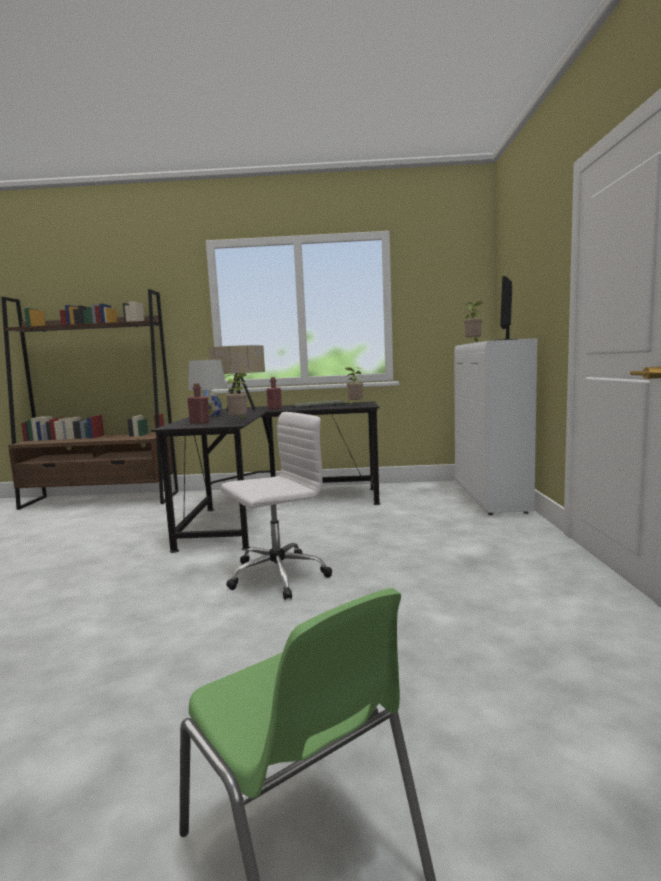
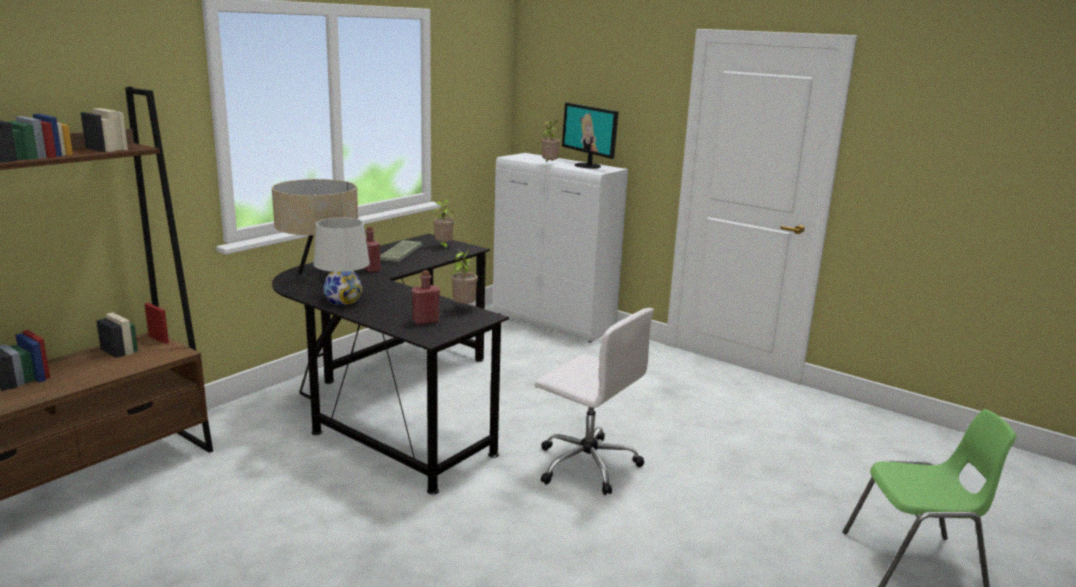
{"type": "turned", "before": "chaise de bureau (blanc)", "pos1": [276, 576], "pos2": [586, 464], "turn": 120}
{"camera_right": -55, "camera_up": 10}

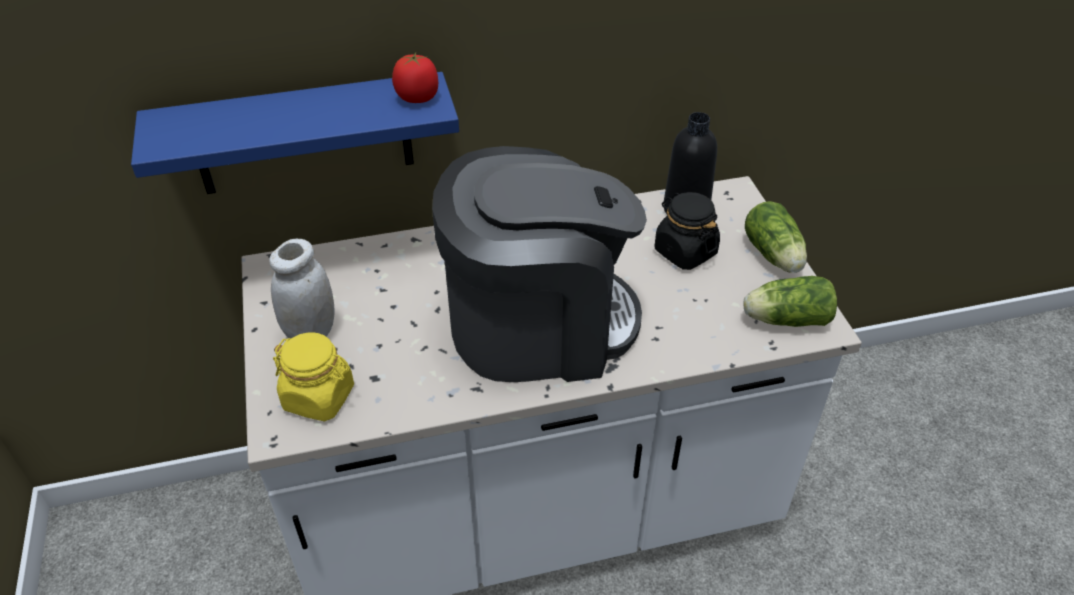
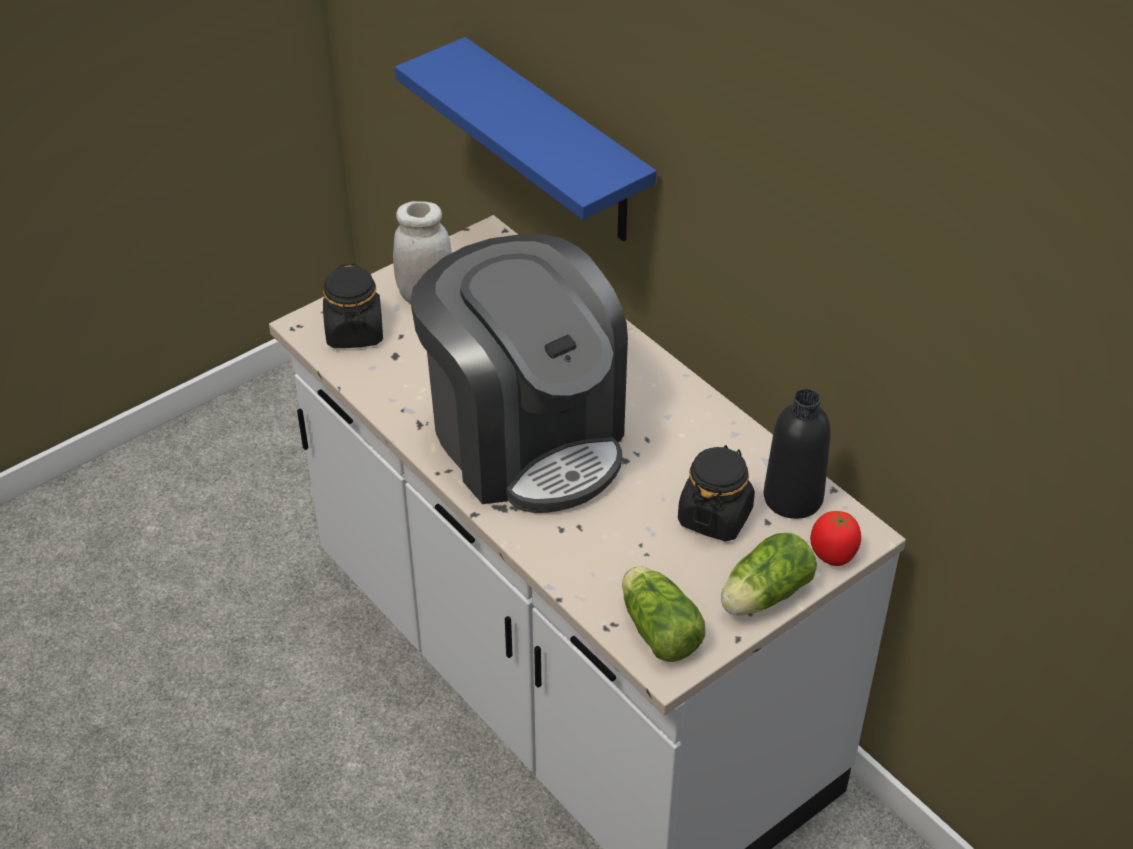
{"type": "recoloured", "before": "bocal (jaune)", "after": "bocal (noir)", "pos1": [319, 397], "pos2": [355, 332]}
{"type": "moved", "before": "tomate", "pos1": [417, 98], "pos2": [833, 554]}
{"camera_right": 65, "camera_up": 0}

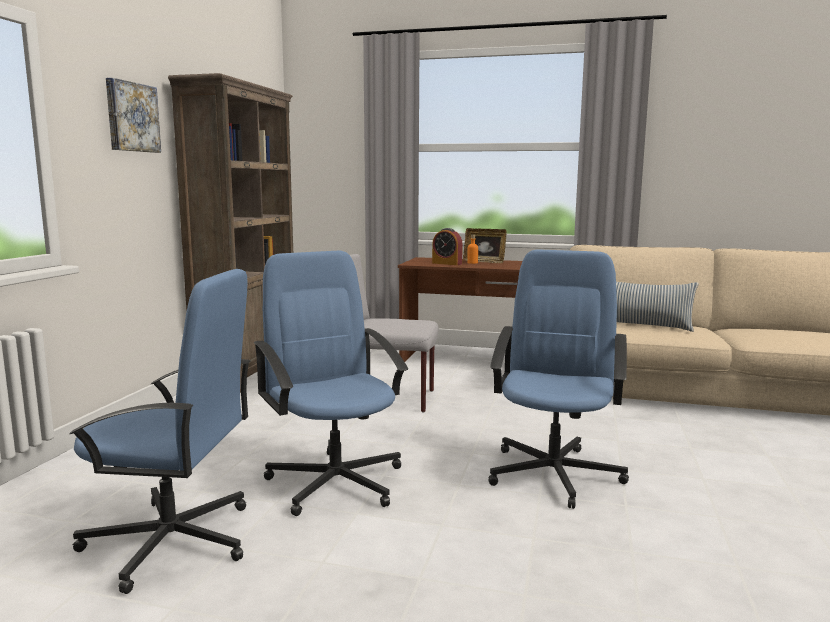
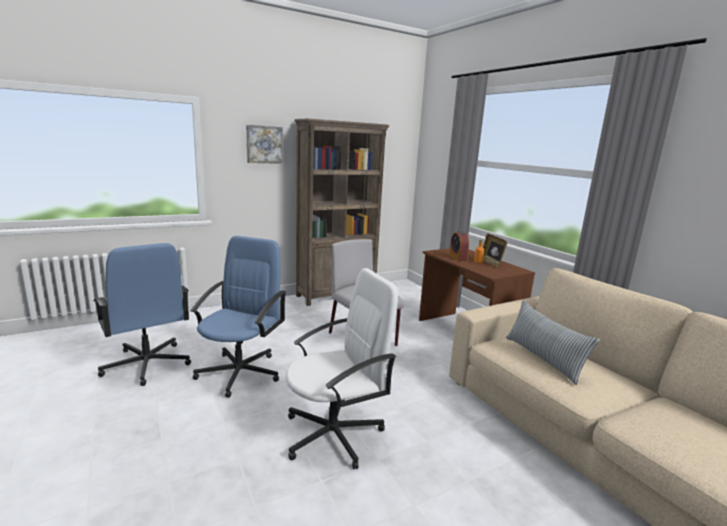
{"type": "recoloured", "before": "chaise de bureau (bleu)", "after": "chaise de bureau (blanc)", "pos1": [554, 473], "pos2": [334, 434]}
{"camera_right": 45, "camera_up": 5}

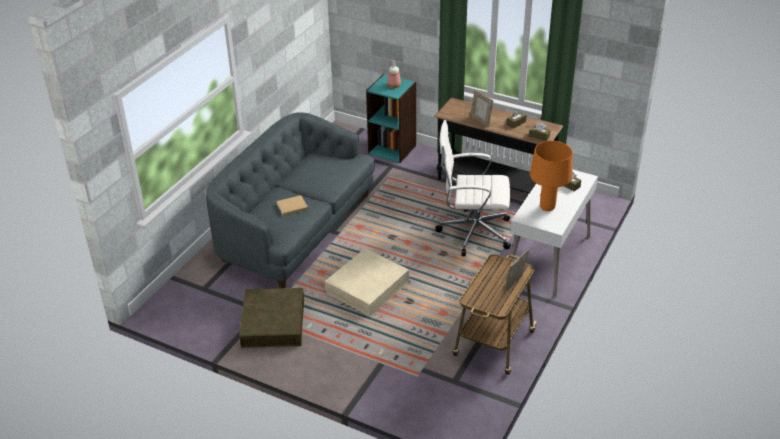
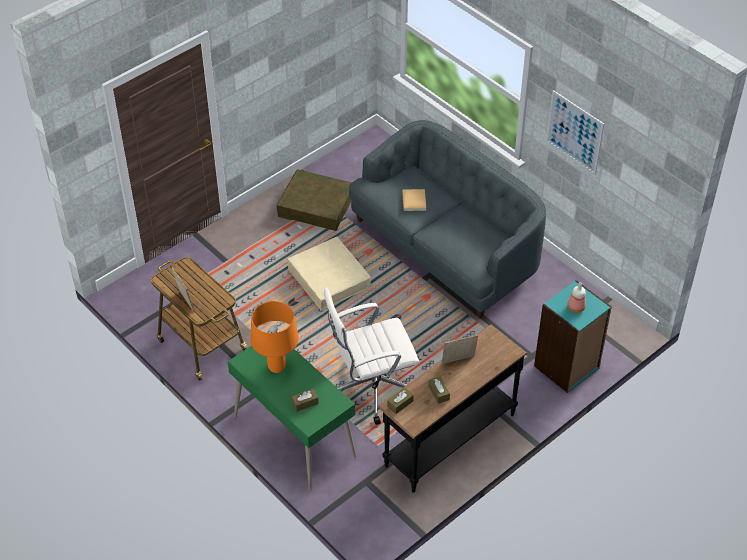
{"type": "turned", "before": "chaise de bureau (blanc)", "pos1": [472, 232], "pos2": [371, 387], "turn": -135}
{"type": "recoloured", "before": "bureau (blanc)", "after": "bureau (vert)", "pos1": [549, 259], "pos2": [294, 437]}
{"type": "added", "after": "tableau", "pos2": [574, 132]}
{"camera_right": 110, "camera_up": 10}

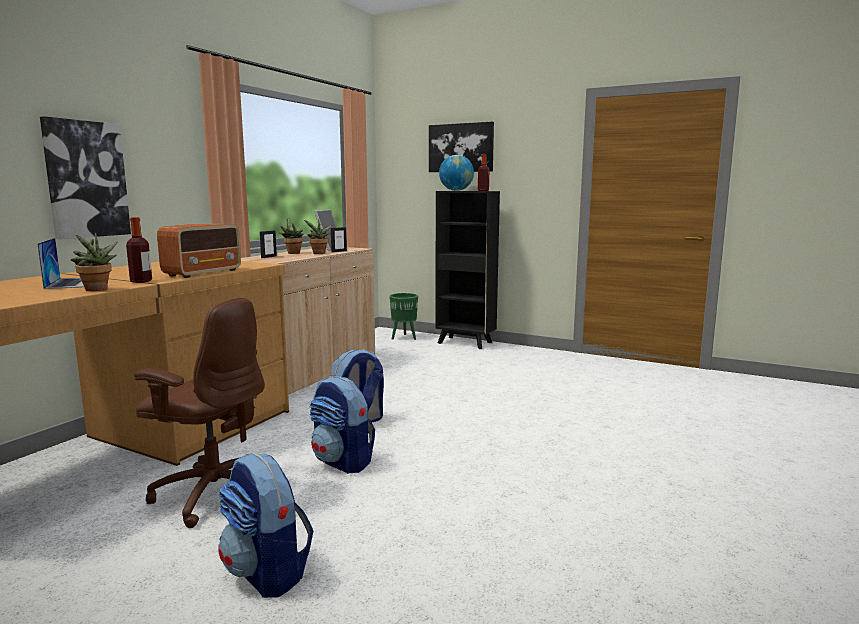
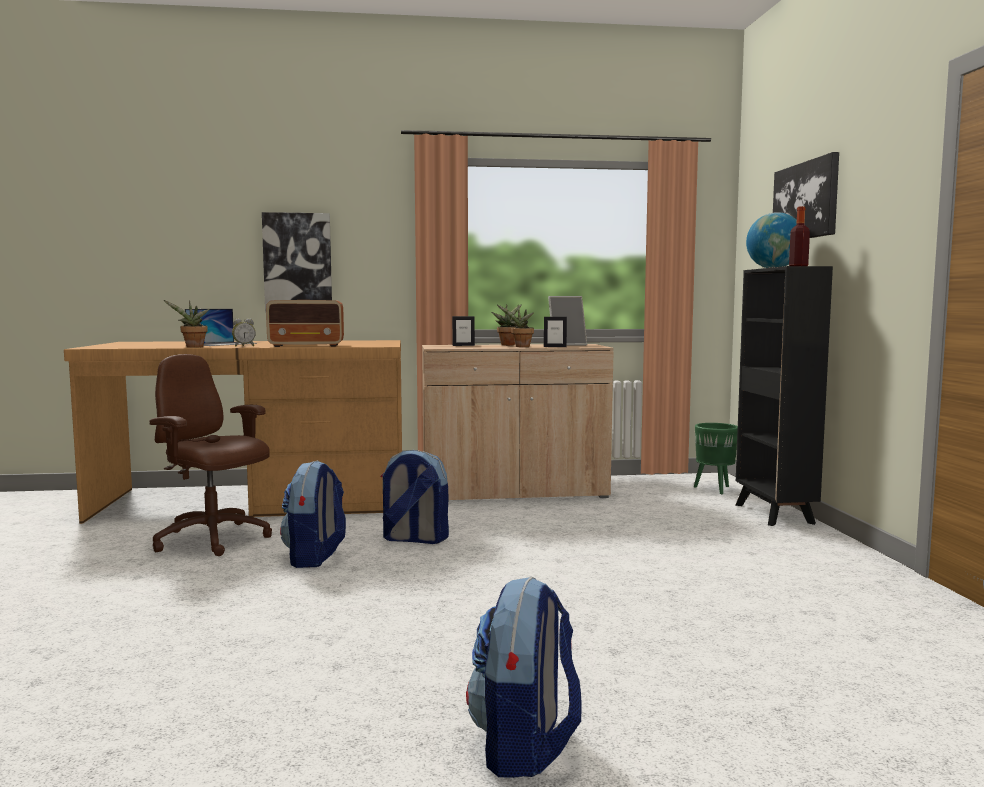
{"type": "replaced", "before": "bouteille", "after": "réveil", "pos1": [141, 281], "pos2": [244, 346]}
{"type": "turned", "before": "chaise de bureau (marron)", "pos1": [214, 493], "pos2": [213, 540], "turn": 135}
{"type": "moved", "before": "sac à dos", "pos1": [267, 572], "pos2": [525, 746]}
{"camera_right": 55, "camera_up": -5}

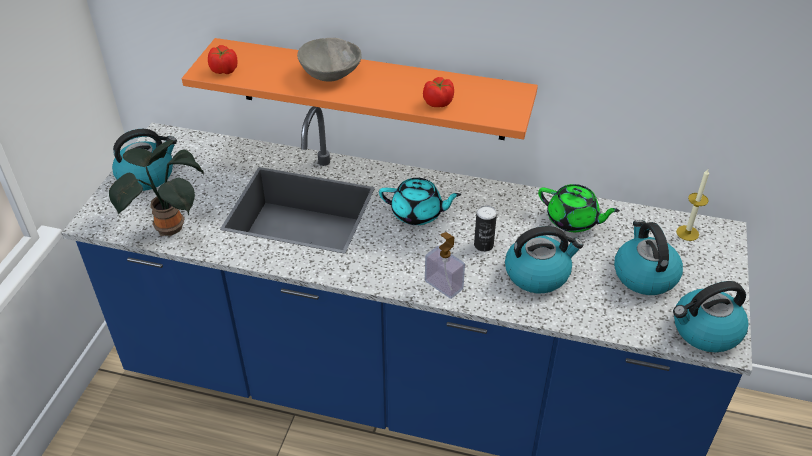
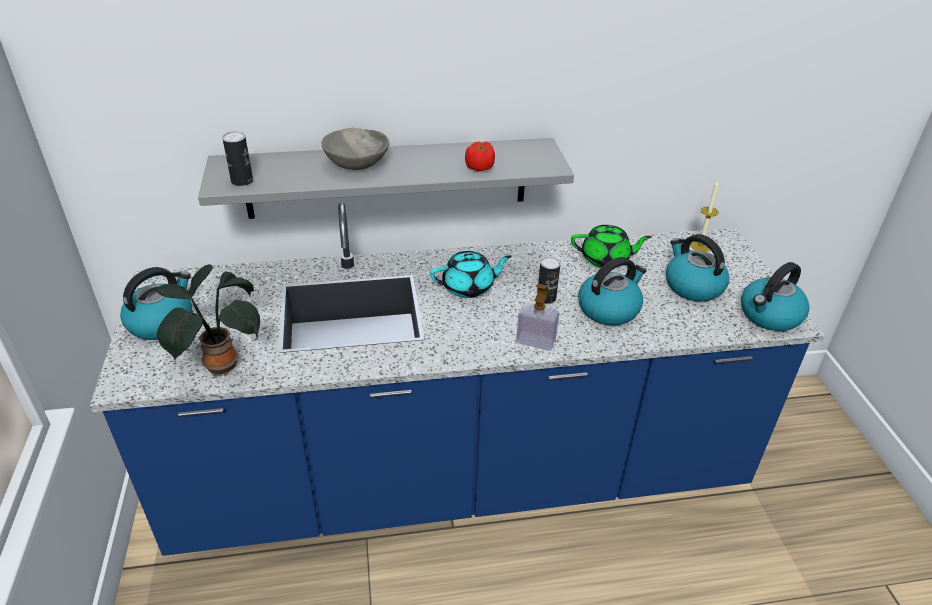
{"type": "recoloured", "before": "étagère (orange)", "after": "étagère (gris)", "pos1": [371, 89], "pos2": [387, 178]}
{"type": "replaced", "before": "tomate", "after": "boîte métallique", "pos1": [224, 70], "pos2": [242, 181]}
{"camera_right": -25, "camera_up": -5}

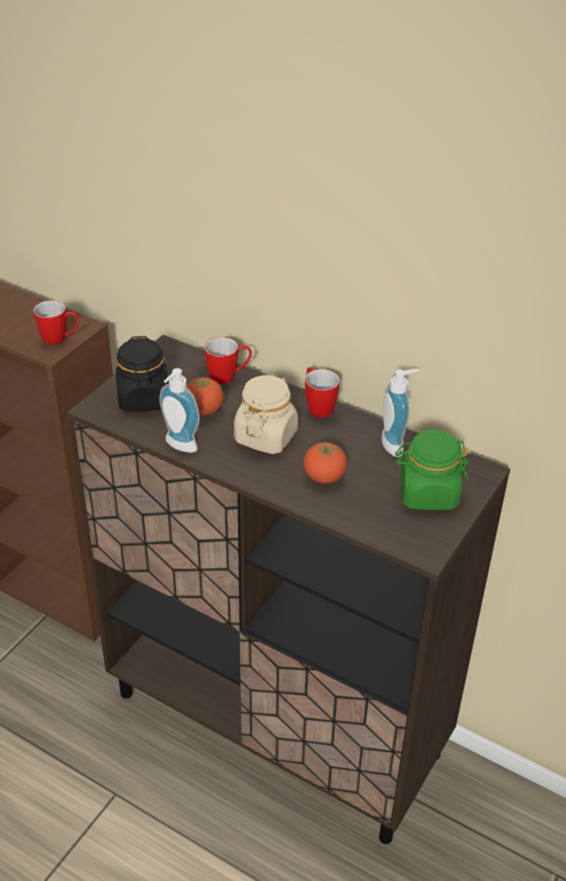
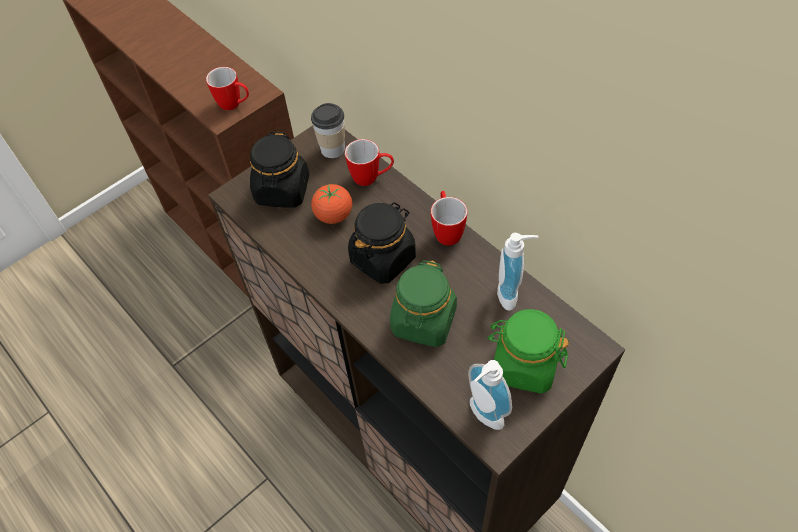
{"type": "moved", "before": "distributeur de savon", "pos1": [178, 446], "pos2": [482, 416]}
{"type": "recoloured", "before": "bocal (beige)", "after": "bocal (noir)", "pos1": [266, 436], "pos2": [383, 258]}
{"type": "replaced", "before": "tomate", "after": "bocal (vert)", "pos1": [324, 477], "pos2": [423, 321]}
{"type": "added", "after": "tasse", "pos2": [333, 149]}
{"camera_right": 20, "camera_up": 15}

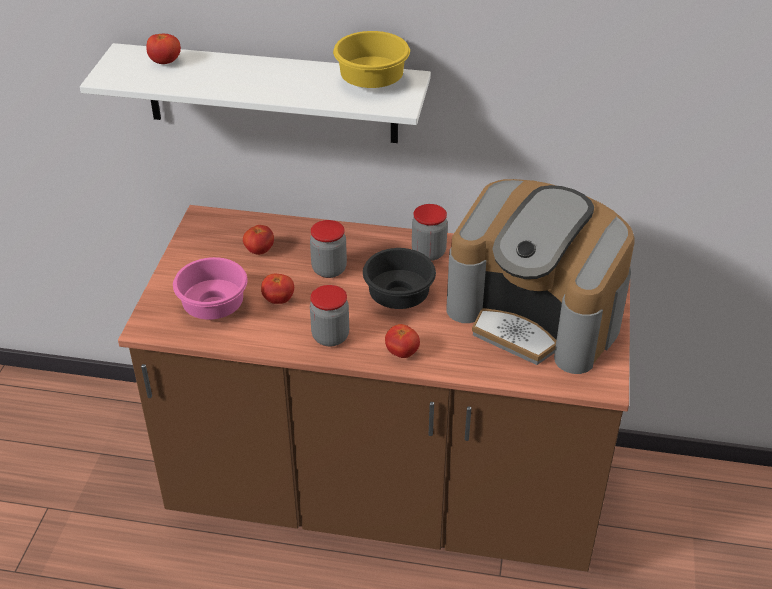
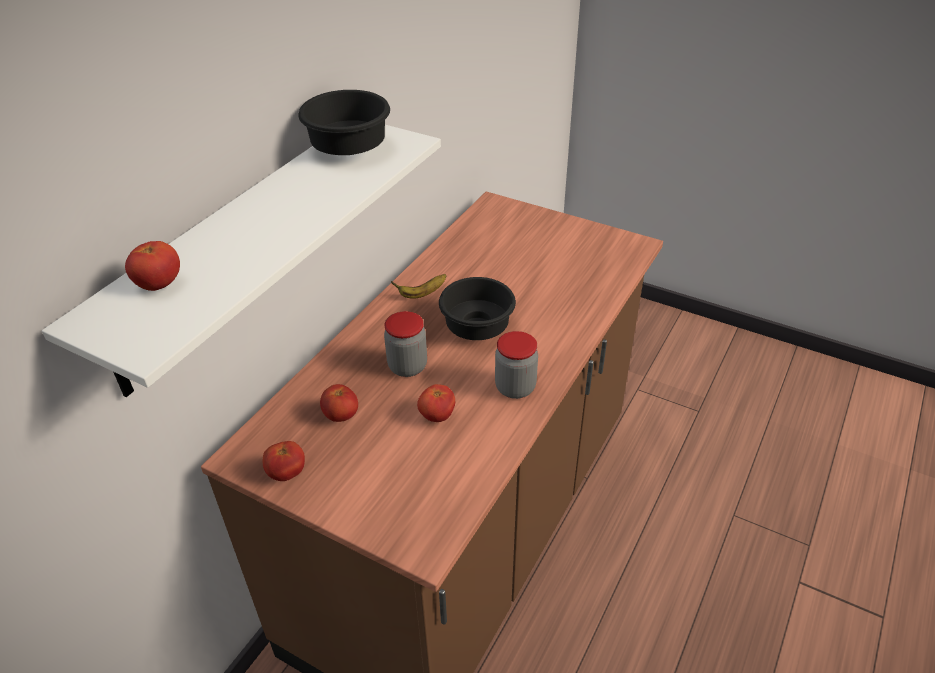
{"type": "removed", "before": "bol (rose)", "pos1": [214, 308]}
{"type": "recoloured", "before": "bol (jaune)", "after": "bol (noir)", "pos1": [370, 80], "pos2": [346, 149]}
{"type": "moved", "before": "tomate", "pos1": [402, 352], "pos2": [287, 473]}
{"type": "replaced", "before": "bocal", "after": "banane", "pos1": [428, 253], "pos2": [422, 294]}
{"type": "removed", "before": "machine à café", "pos1": [536, 315]}
{"camera_right": -70, "camera_up": 0}

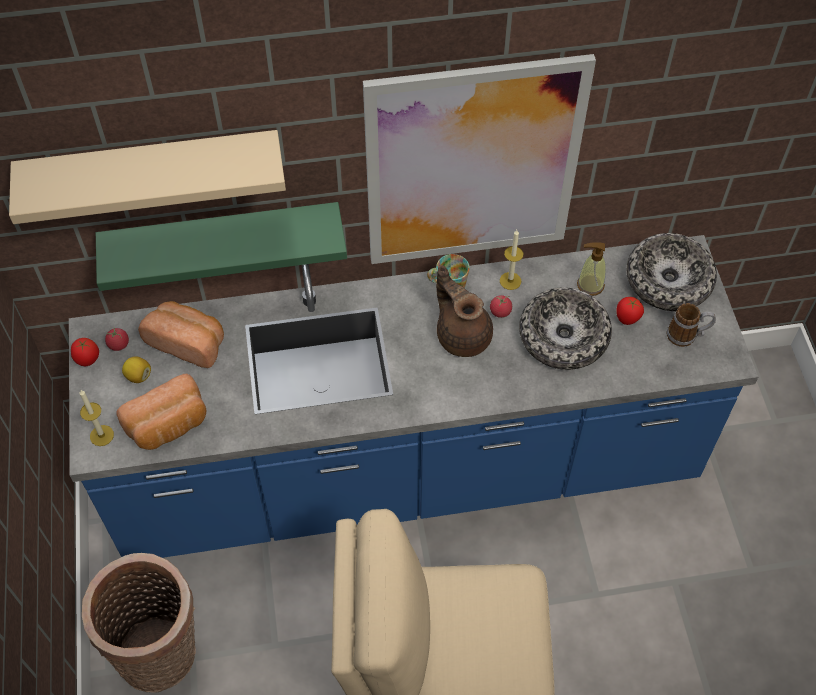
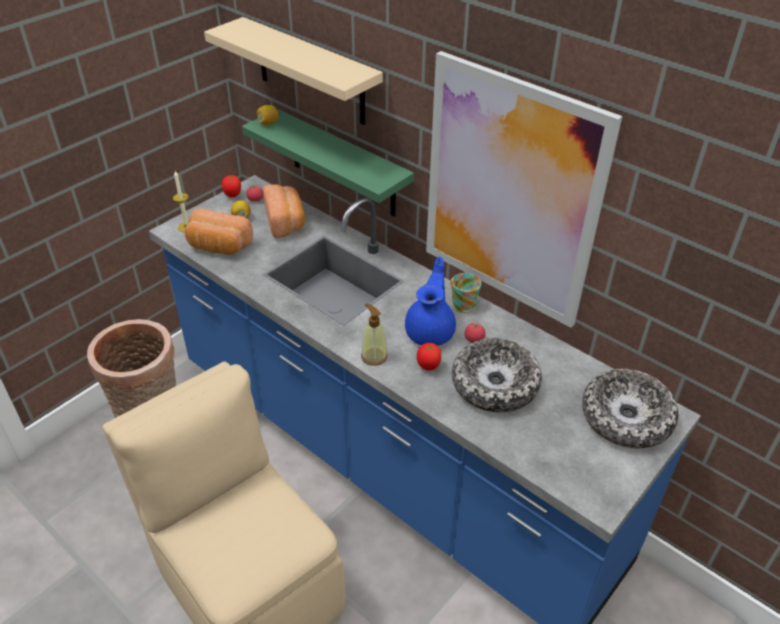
{"type": "recoloured", "before": "théière (marron)", "after": "théière (bleu)", "pos1": [462, 335], "pos2": [431, 331]}
{"type": "removed", "before": "bougie", "pos1": [510, 281]}
{"type": "moved", "before": "distributeur de savon", "pos1": [590, 285], "pos2": [374, 356]}
{"type": "moved", "before": "tomate", "pos1": [627, 319], "pos2": [428, 366]}
{"type": "removed", "before": "mug", "pos1": [687, 335]}
{"type": "added", "after": "citron", "pos2": [268, 123]}
{"camera_right": 50, "camera_up": -15}

